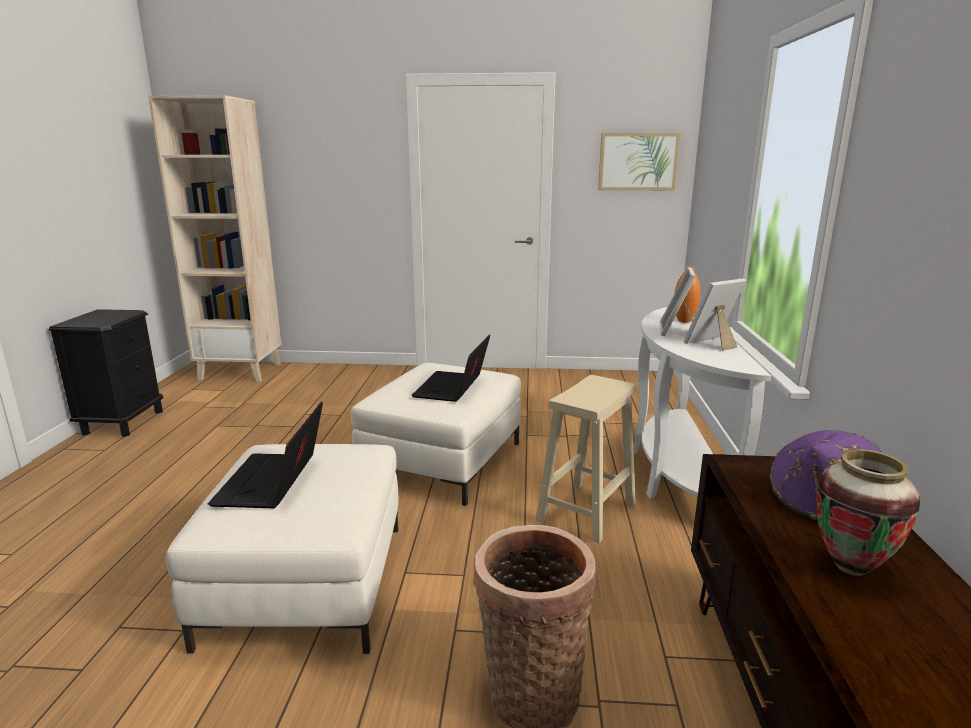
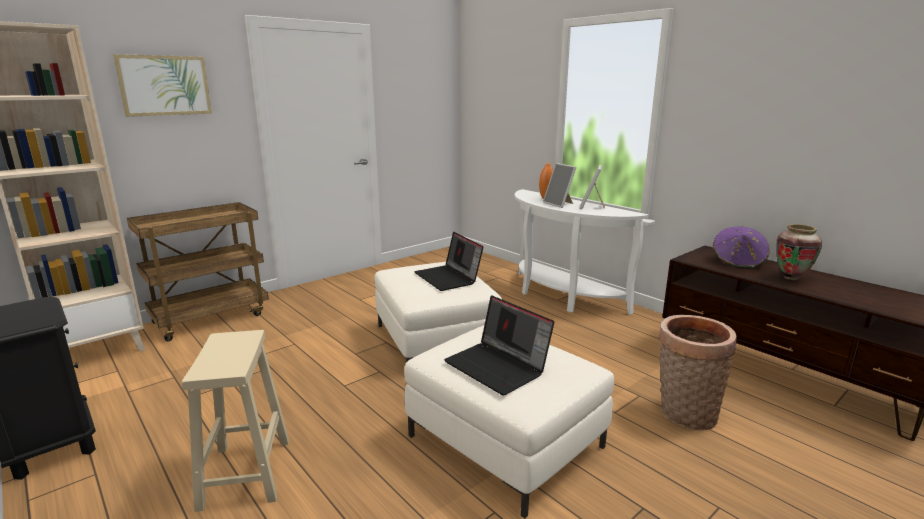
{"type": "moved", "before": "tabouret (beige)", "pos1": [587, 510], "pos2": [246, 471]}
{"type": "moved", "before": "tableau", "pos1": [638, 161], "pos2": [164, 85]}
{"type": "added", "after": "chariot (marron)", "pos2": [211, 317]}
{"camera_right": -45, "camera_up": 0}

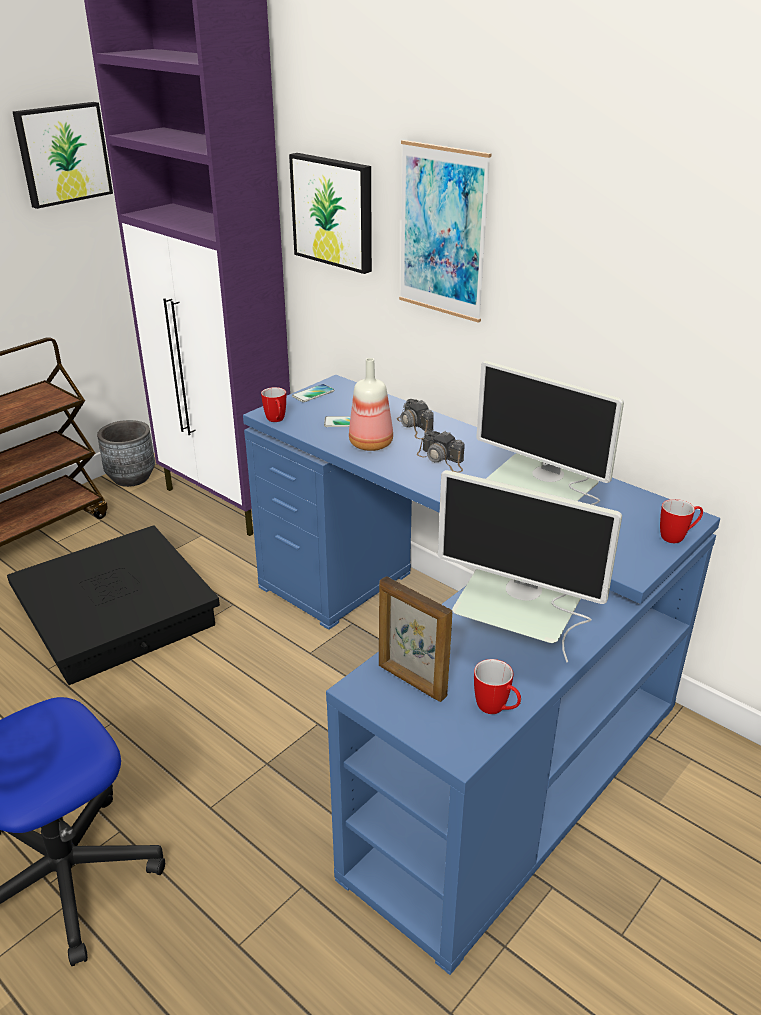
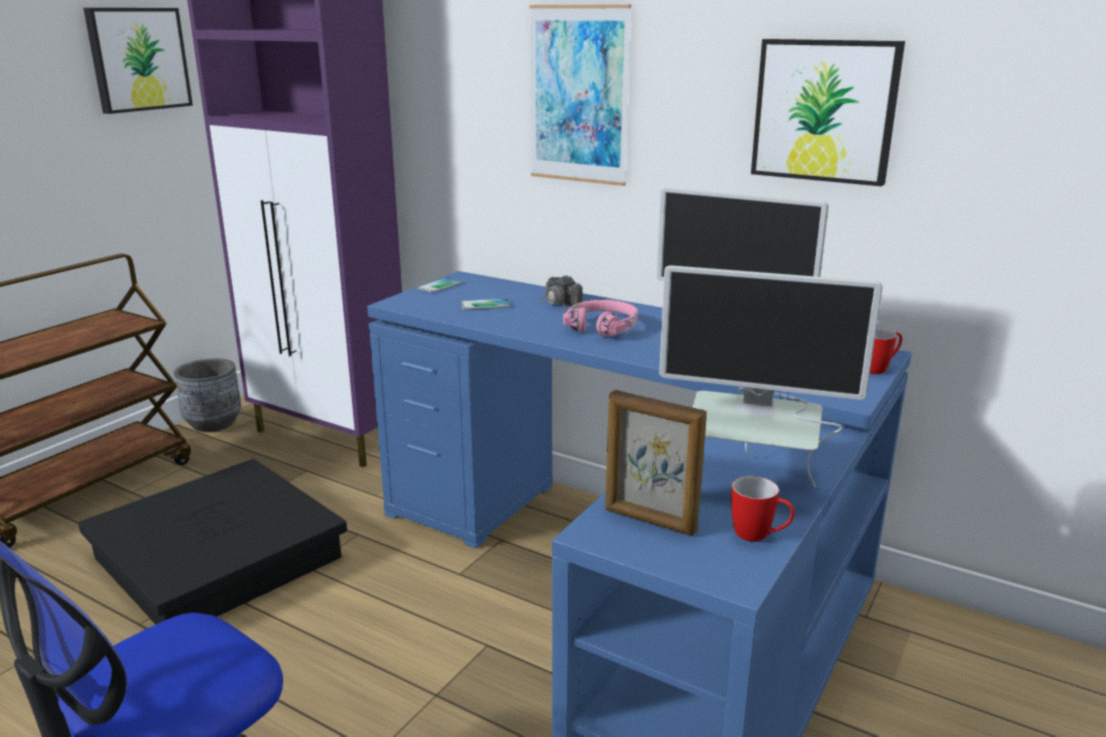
{"type": "removed", "before": "mug", "pos1": [276, 421]}
{"type": "moved", "before": "tableau", "pos1": [334, 212], "pos2": [825, 110]}
{"type": "removed", "before": "bouteille", "pos1": [372, 443]}
{"type": "replaced", "before": "appareil photo", "after": "casque audio (rose)", "pos1": [442, 459], "pos2": [603, 327]}
{"camera_right": -10, "camera_up": -10}

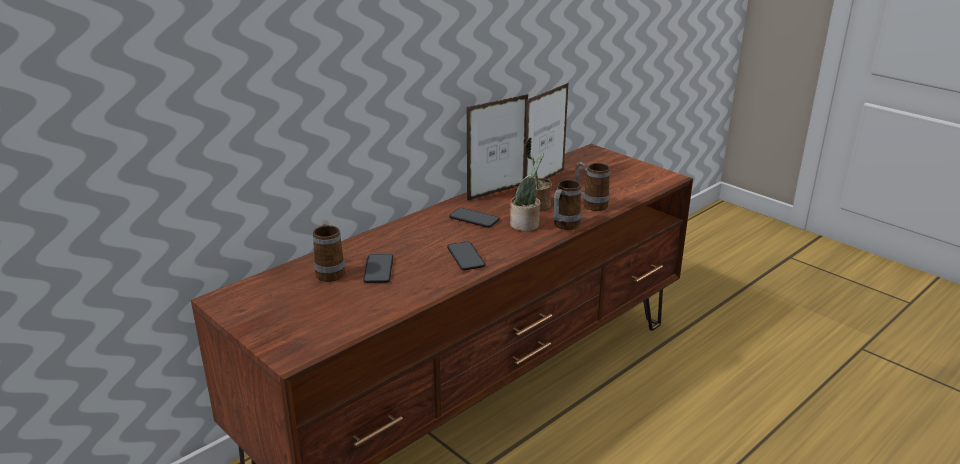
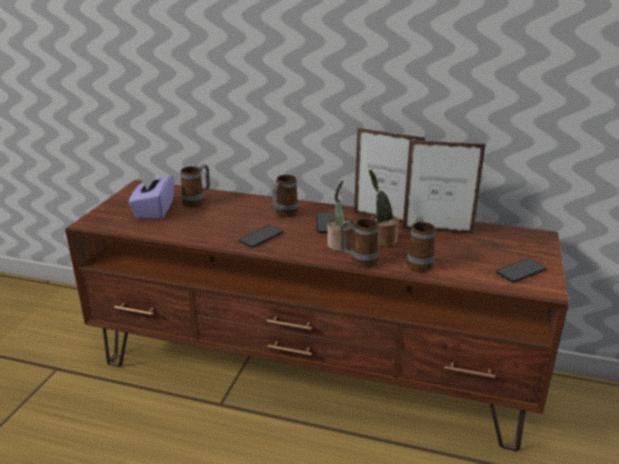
{"type": "moved", "before": "téléphone", "pos1": [378, 269], "pos2": [520, 271]}
{"type": "added", "after": "boîte à mouchoirs (violet)", "pos2": [154, 211]}
{"type": "added", "after": "mug", "pos2": [283, 214]}
{"camera_right": 60, "camera_up": 0}

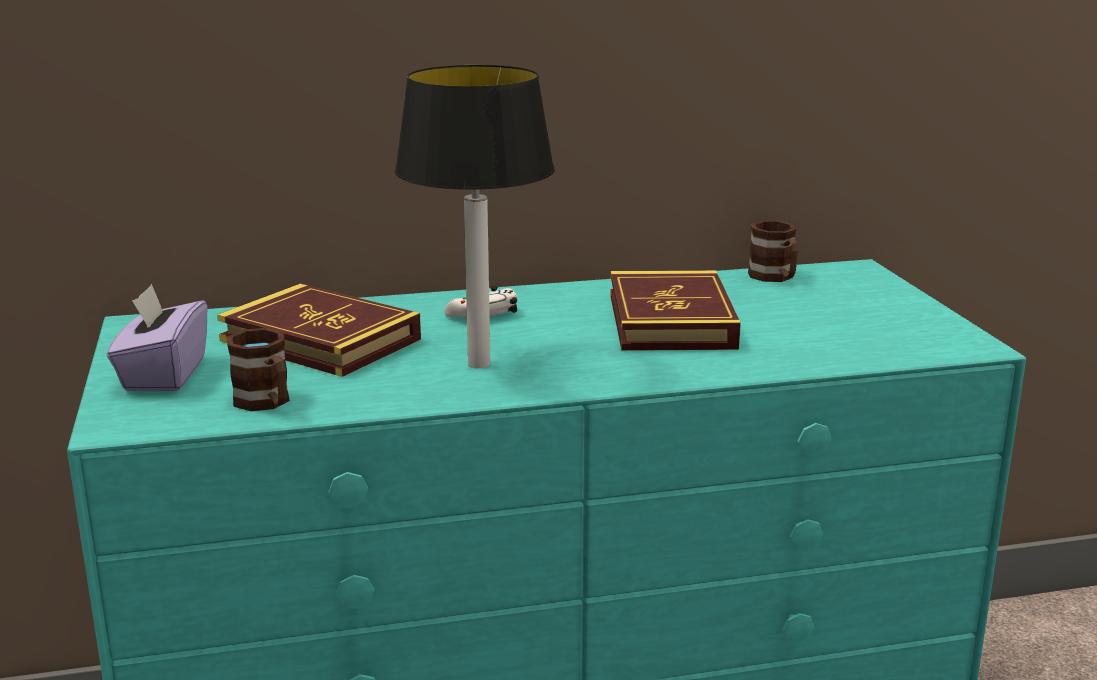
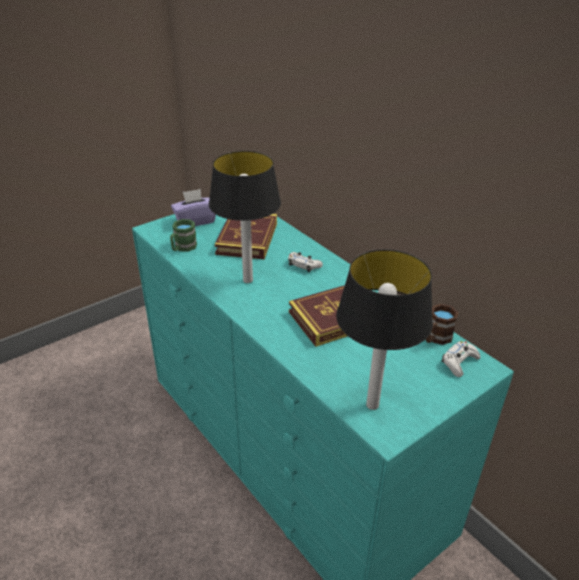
{"type": "recoloured", "before": "mug (marron)", "after": "mug (vert)", "pos1": [267, 403], "pos2": [183, 248]}
{"type": "added", "after": "lampe de table", "pos2": [371, 405]}
{"type": "added", "after": "manette (blanc)", "pos2": [459, 362]}
{"camera_right": 65, "camera_up": 15}

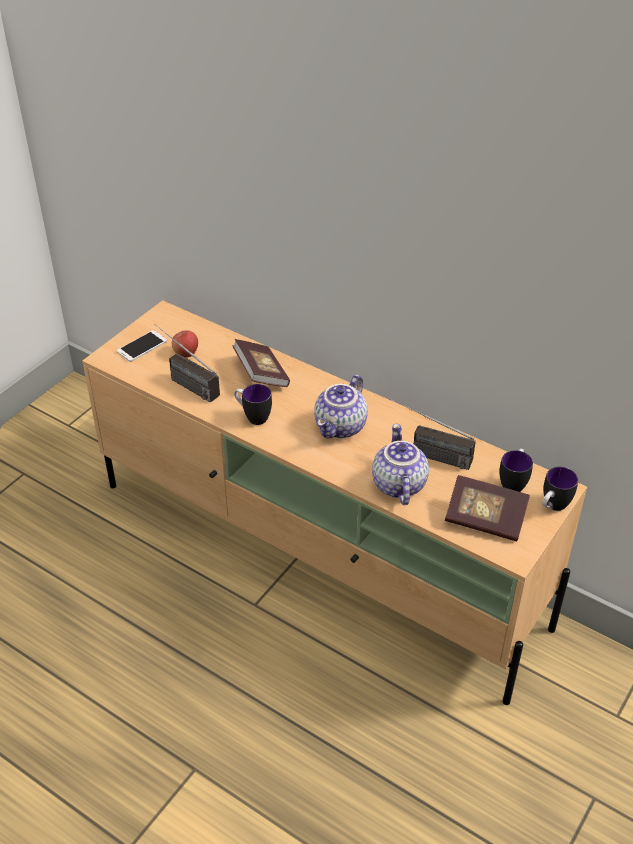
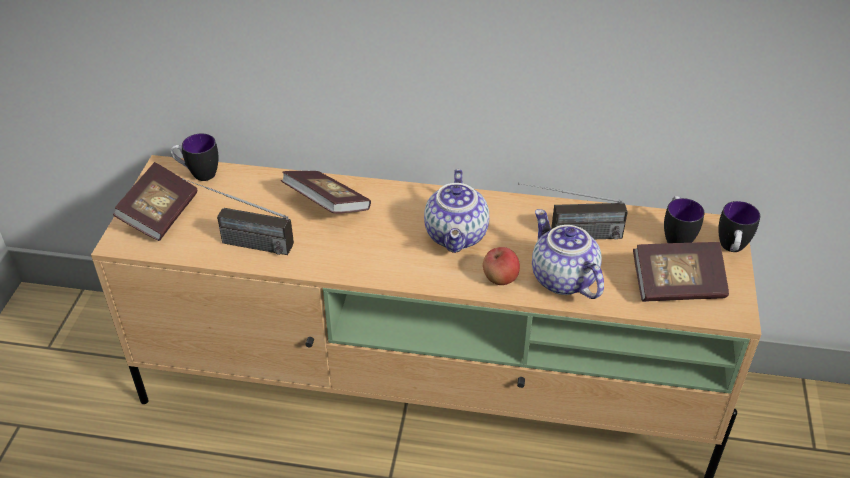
{"type": "replaced", "before": "téléphone", "after": "livre", "pos1": [142, 346], "pos2": [160, 215]}
{"type": "moved", "before": "pomme", "pos1": [186, 353], "pos2": [500, 278]}
{"type": "moved", "before": "mug", "pos1": [253, 417], "pos2": [198, 174]}
{"camera_right": -25, "camera_up": 0}

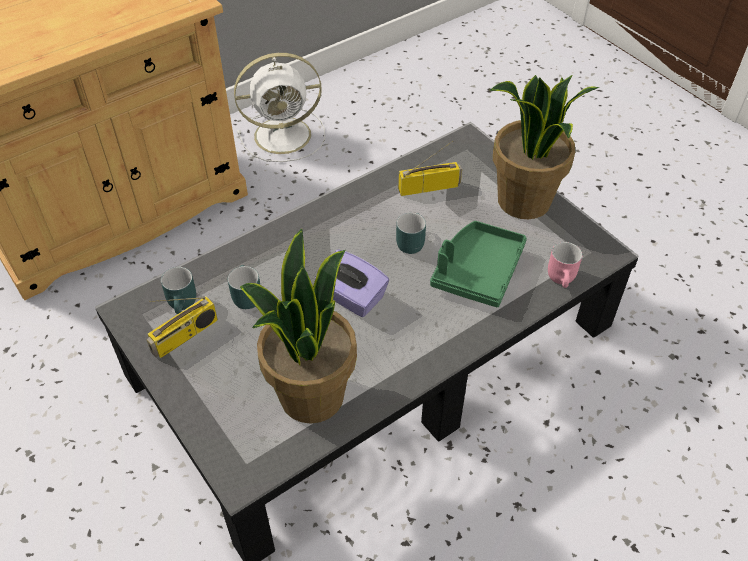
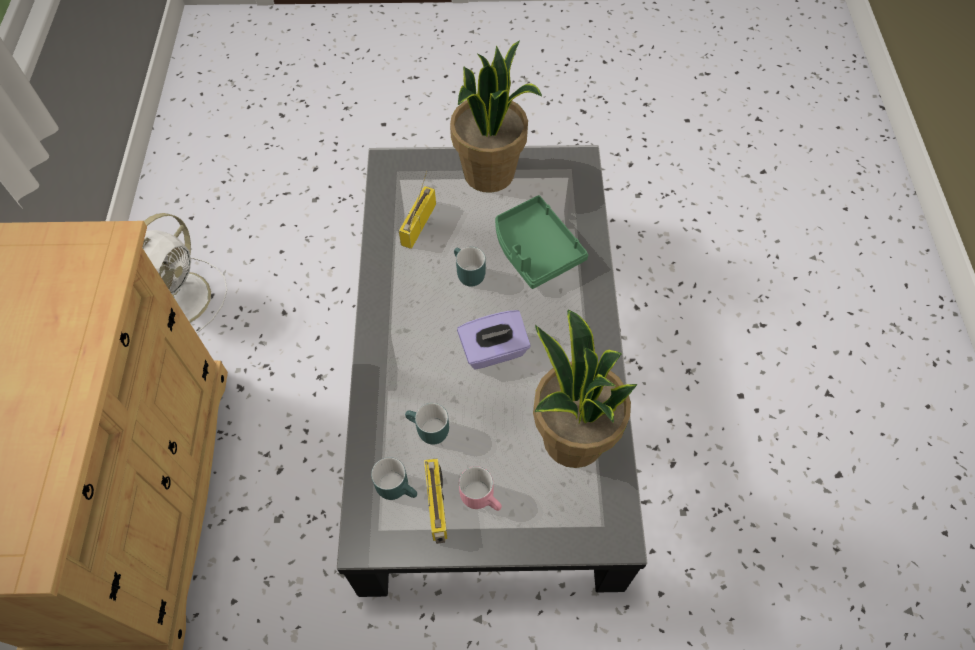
{"type": "moved", "before": "mug (rose)", "pos1": [563, 279], "pos2": [482, 496]}
{"camera_right": -55, "camera_up": 10}

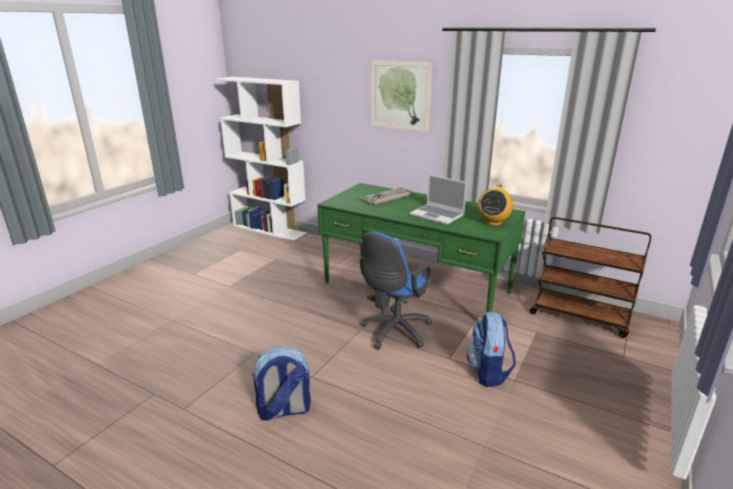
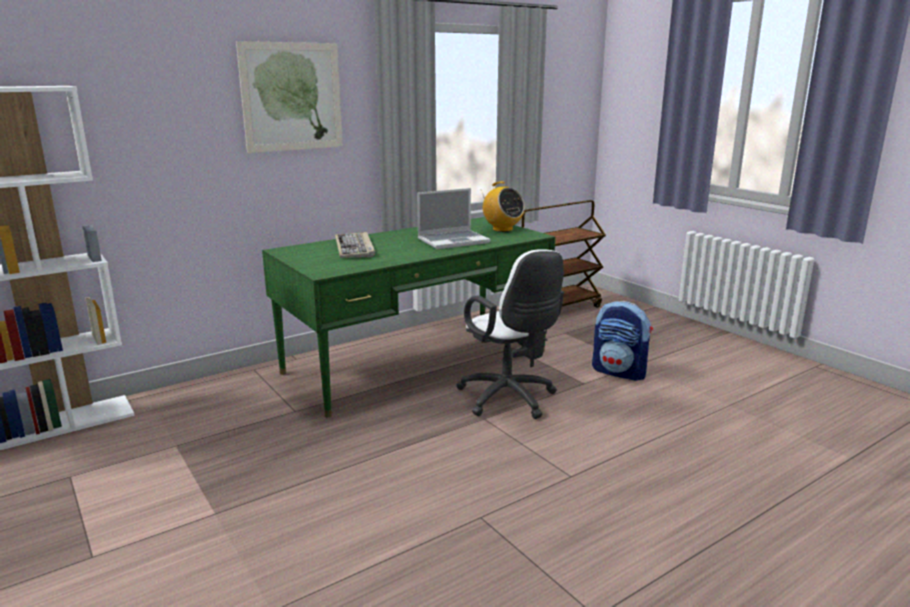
{"type": "removed", "before": "sac à dos", "pos1": [283, 410]}
{"type": "recoloured", "before": "chaise de bureau (bleu)", "after": "chaise de bureau (blanc)", "pos1": [394, 332], "pos2": [510, 400]}
{"camera_right": -65, "camera_up": -5}

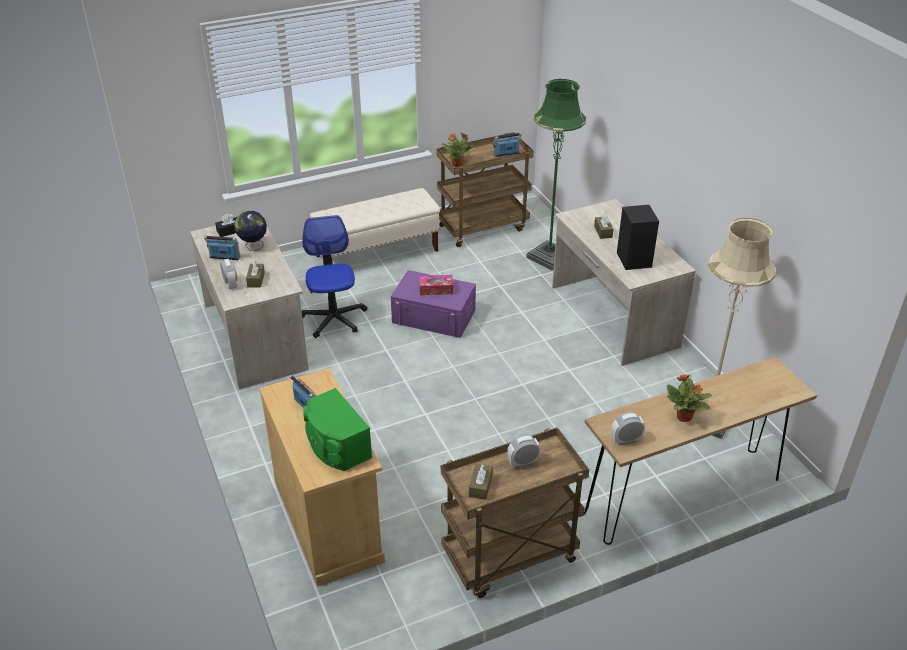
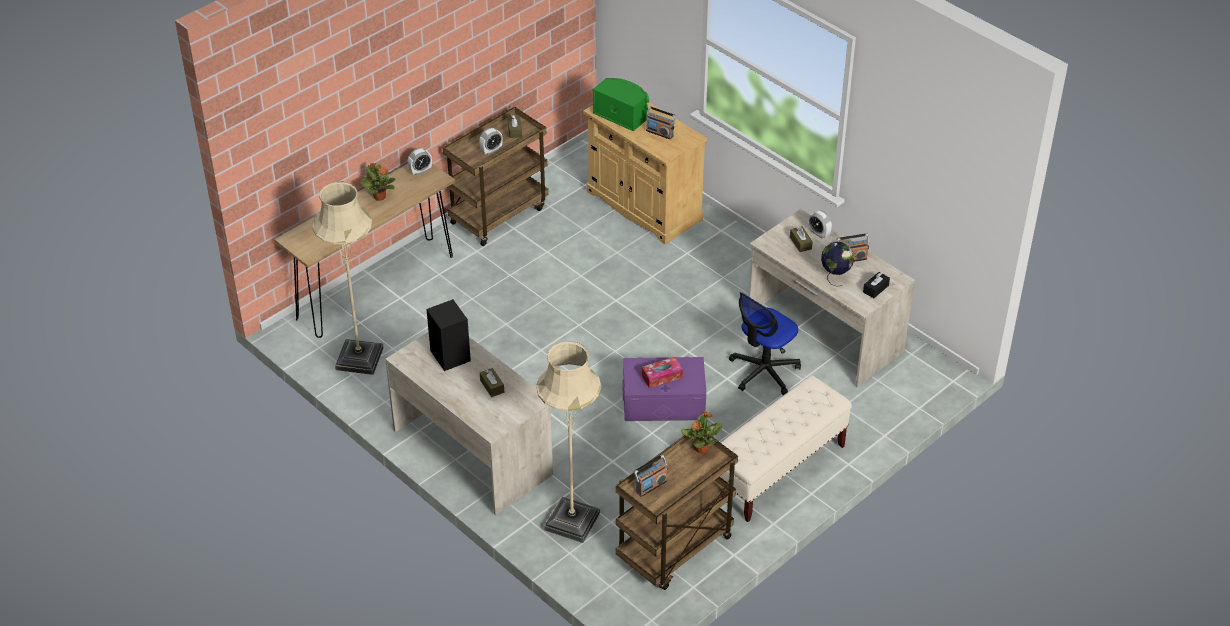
{"type": "turned", "before": "chaise de bureau", "pos1": [333, 319], "pos2": [764, 371], "turn": 75}
{"type": "recoloured", "before": "lampadaire (vert)", "after": "lampadaire (beige)", "pos1": [549, 257], "pos2": [572, 521]}
{"camera_right": 160, "camera_up": 5}

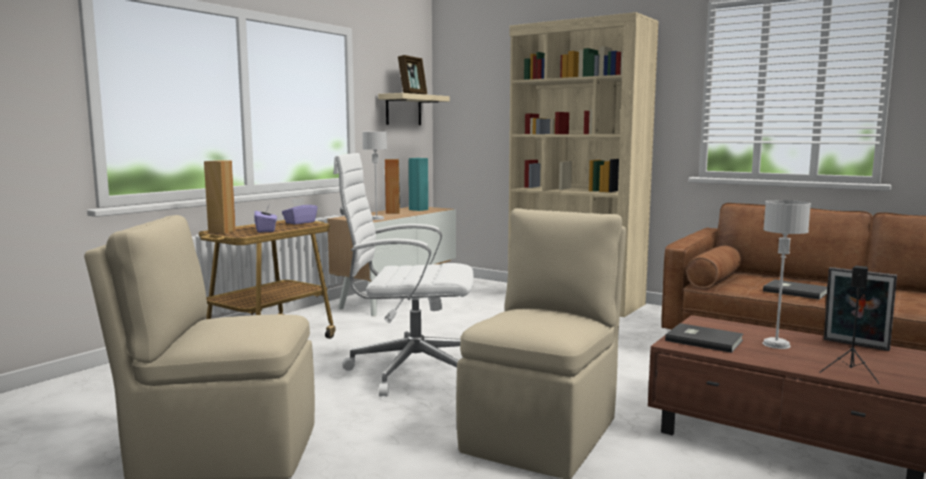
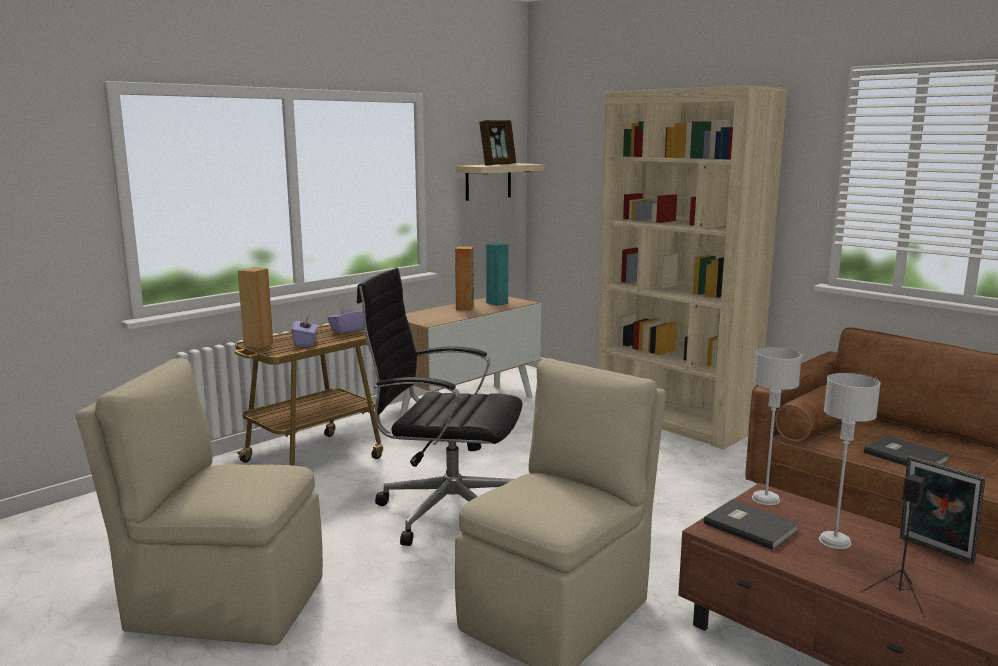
{"type": "recoloured", "before": "chaise de bureau (blanc)", "after": "chaise de bureau (noir)", "pos1": [410, 370], "pos2": [447, 511]}
{"type": "moved", "before": "lampe de table (gris)", "pos1": [376, 219], "pos2": [765, 499]}
{"camera_right": 10, "camera_up": 5}

